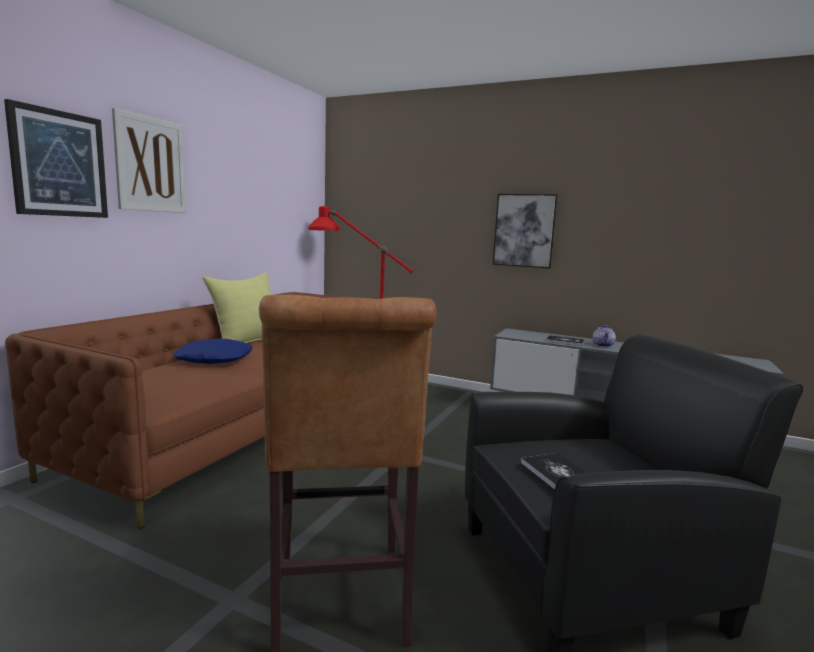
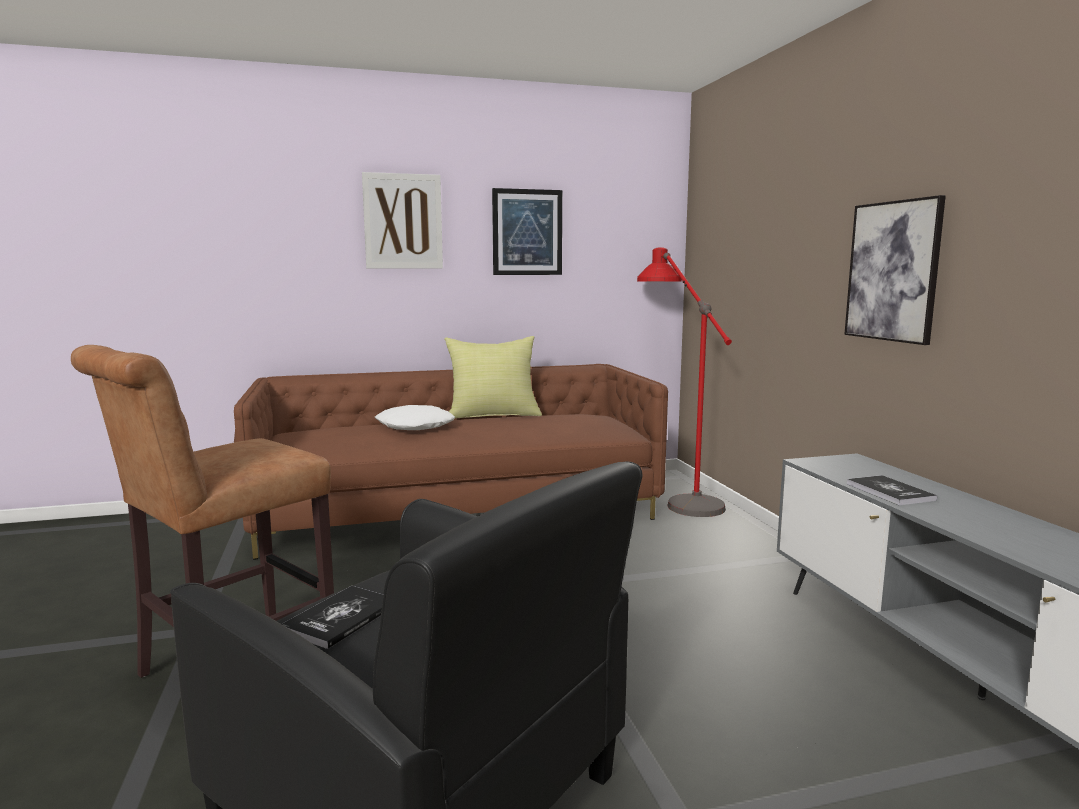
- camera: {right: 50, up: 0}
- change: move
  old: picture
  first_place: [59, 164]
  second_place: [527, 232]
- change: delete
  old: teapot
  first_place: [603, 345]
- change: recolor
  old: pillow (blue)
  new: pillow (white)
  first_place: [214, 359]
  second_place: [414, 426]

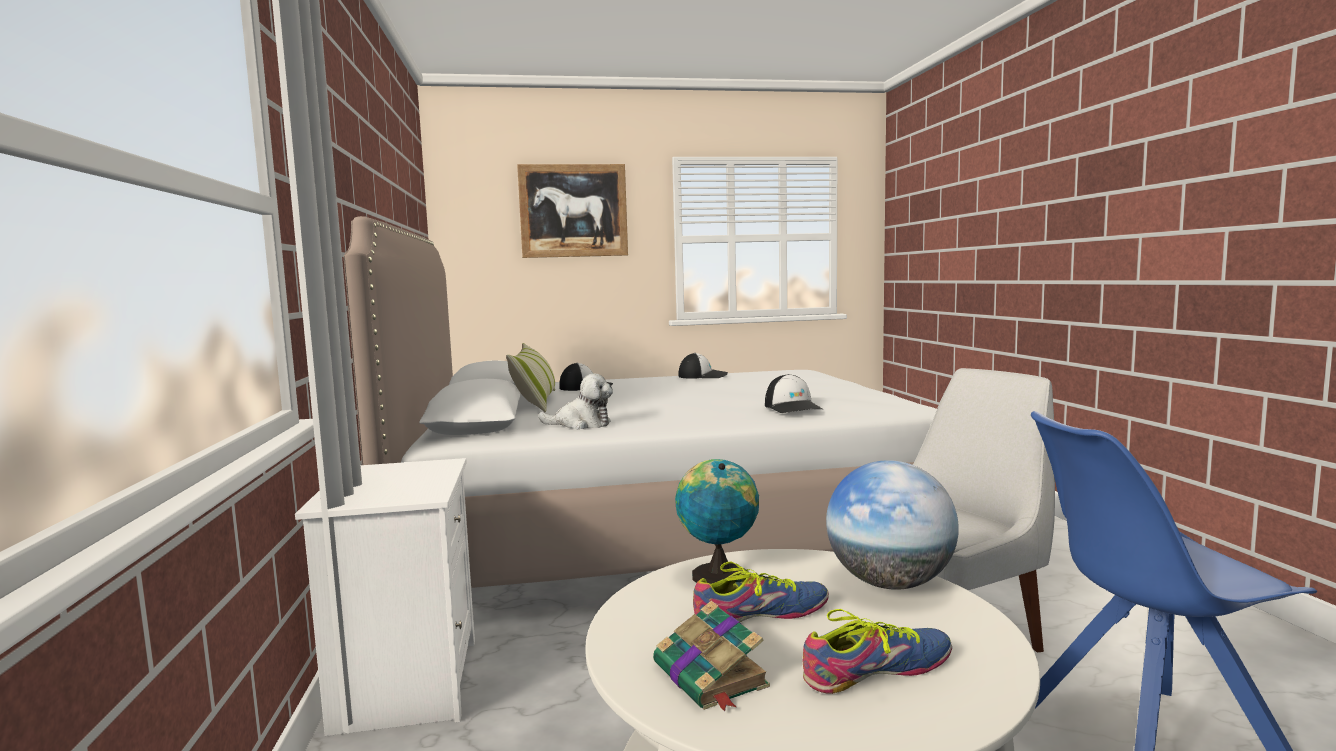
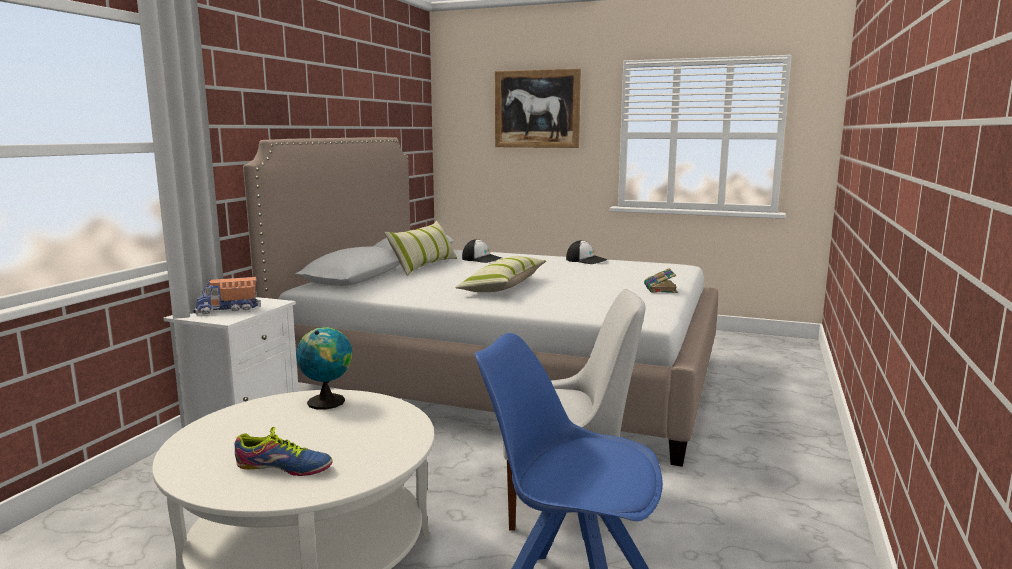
- camera: {right: 30, up: 5}
- change: delete
  old: plush toy
  first_place: [581, 424]
- change: delete
  old: cap
  first_place: [793, 407]
- change: delete
  old: globe
  first_place: [890, 583]
- change: delete
  old: shoe
  first_place: [760, 614]
- change: move
  old: book
  first_place: [711, 677]
  second_place: [660, 289]
- change: insert
  new: pillow
  second_place: [503, 286]
- change: insert
  new: toy truck
  second_place: [228, 310]

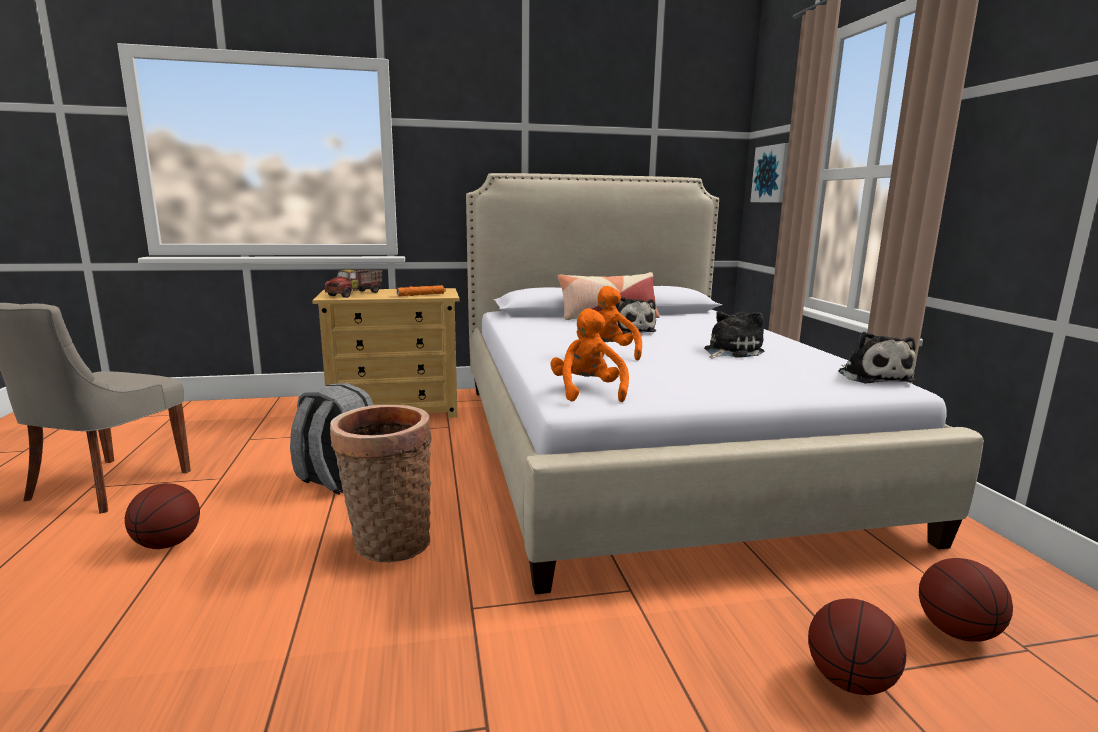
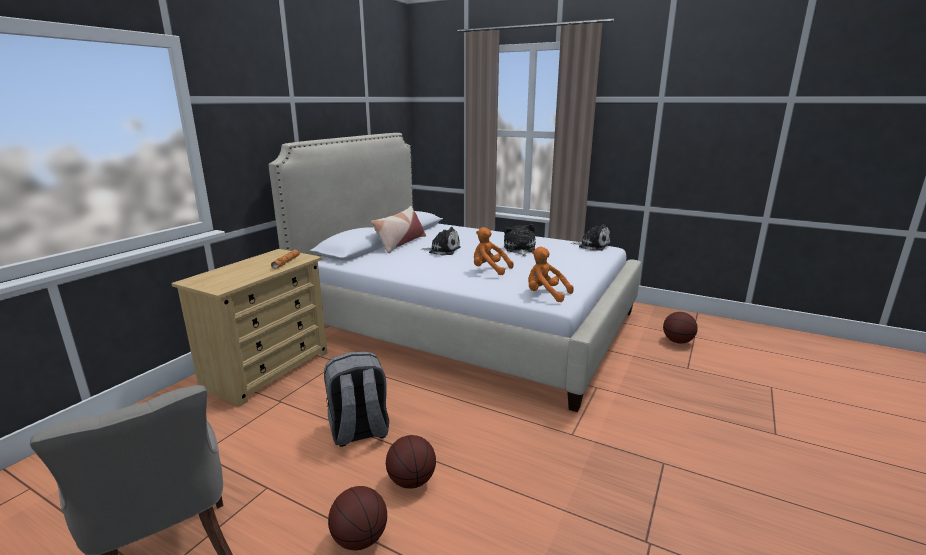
- camera: {right: -50, up: 5}
- change: delete
  old: picture
  first_place: [773, 174]
- change: delete
  old: toy truck
  first_place: [356, 294]
- change: delete
  old: basket
  first_place: [387, 542]
- change: move
  old: basketball
  first_place: [849, 682]
  second_place: [411, 481]

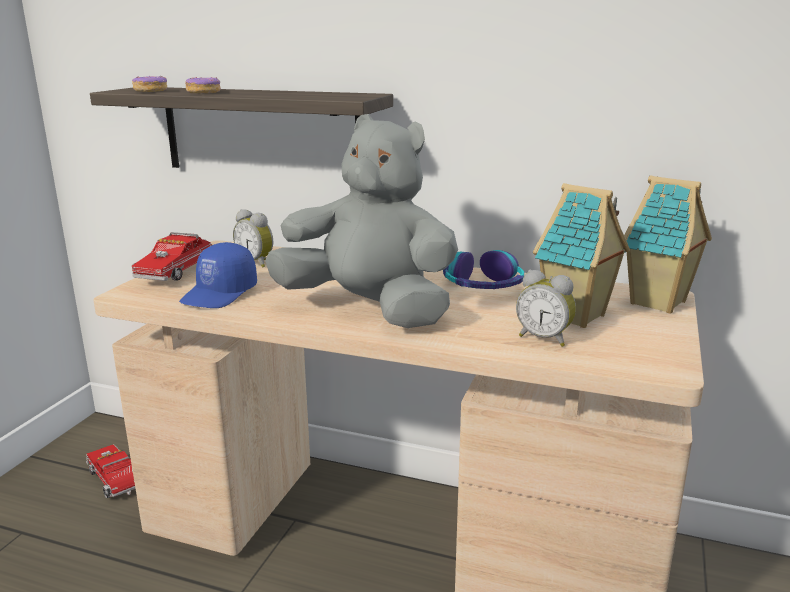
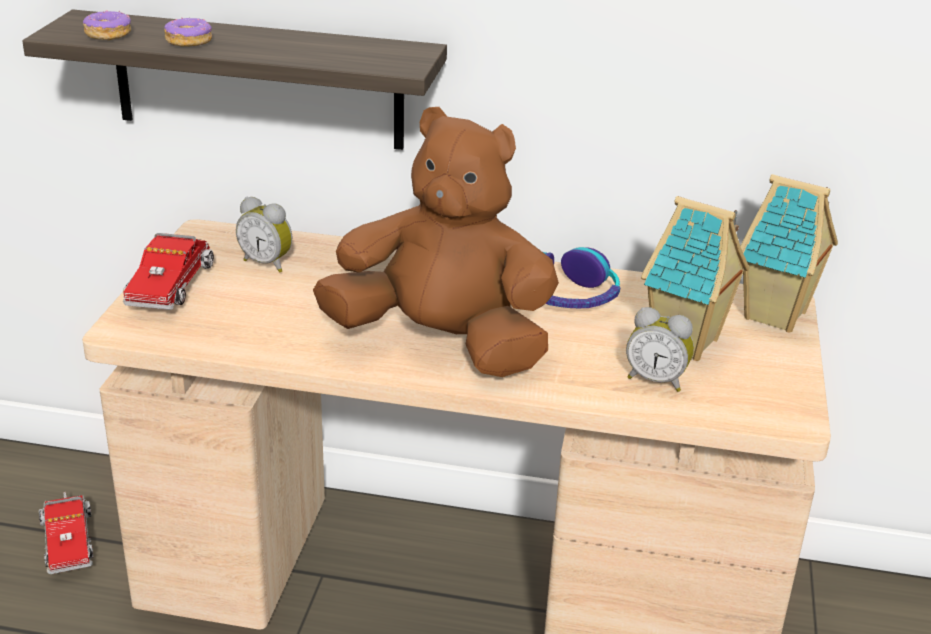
- camera: {right: -10, up: 10}
- change: recolor
  old: plush toy (grey)
  new: plush toy (brown)
  first_place: [369, 310]
  second_place: [442, 344]
- change: delete
  old: cap (blue)
  first_place: [220, 294]
- change: rotate
  old: toy truck
  first_place: [117, 482]
  second_place: [68, 541]
  degrees: -150

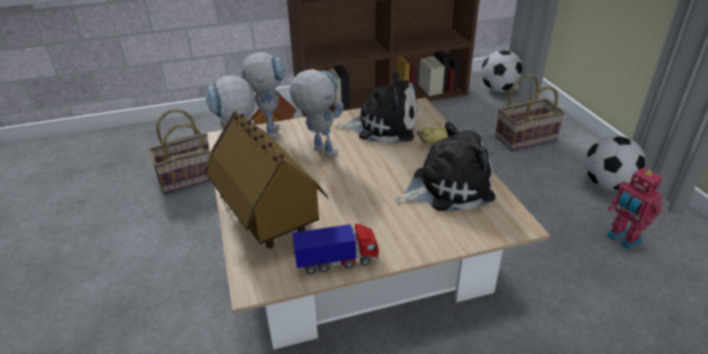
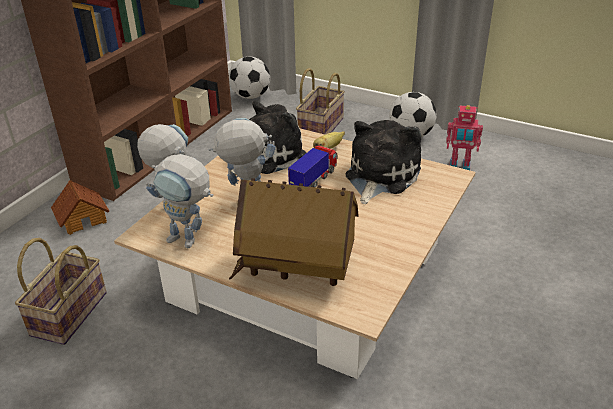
- camera: {right: -45, up: 0}
- change: move
  old: toy truck
  first_place: [337, 262]
  second_place: [314, 179]

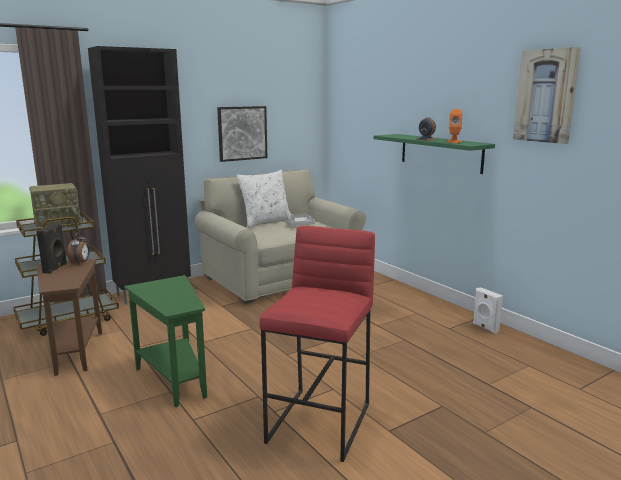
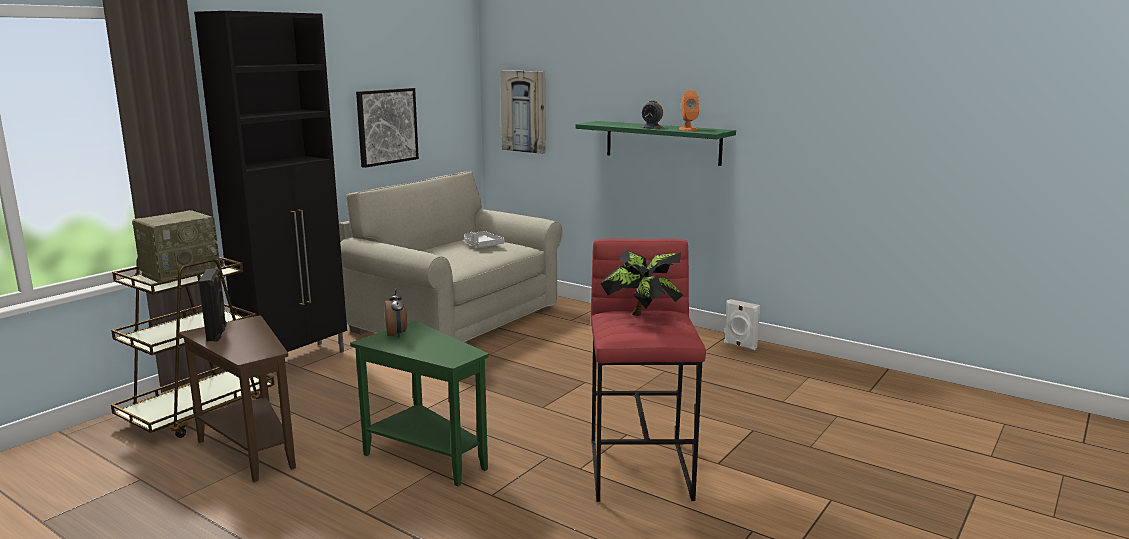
- camera: {right: -20, up: 0}
- change: move
  old: picture
  first_place: [546, 96]
  second_place: [524, 111]
- change: delete
  old: pillow (white)
  first_place: [265, 222]
- change: move
  old: alarm clock
  first_place: [80, 263]
  second_place: [397, 334]
- change: insert
  new: potted plant
  second_place: [642, 317]

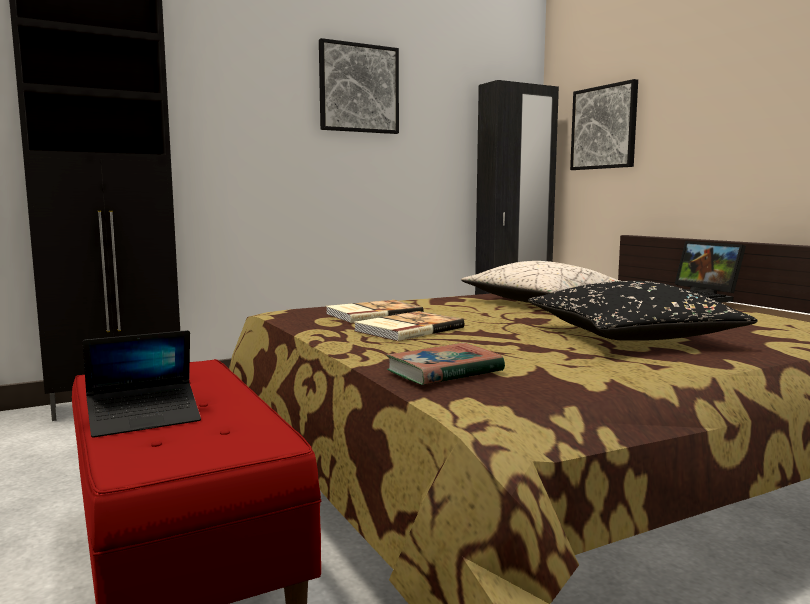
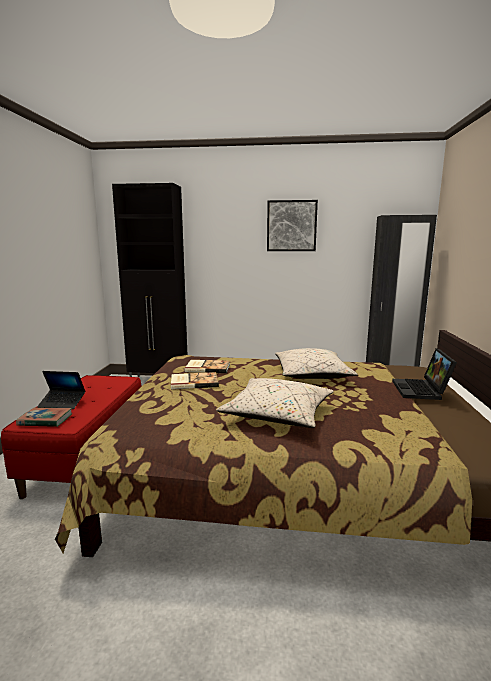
- camera: {right: 35, up: 5}
- change: delete
  old: picture
  first_place: [604, 127]
- change: recolor
  old: pillow (black)
  new: pillow (beige)
  first_place: [632, 337]
  second_place: [277, 414]
- change: move
  old: book
  first_place: [444, 371]
  second_place: [45, 420]

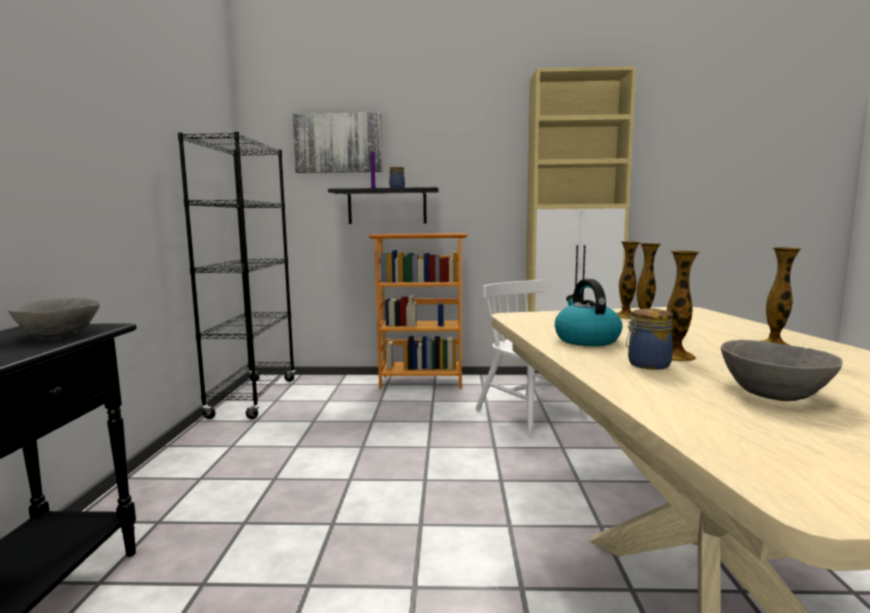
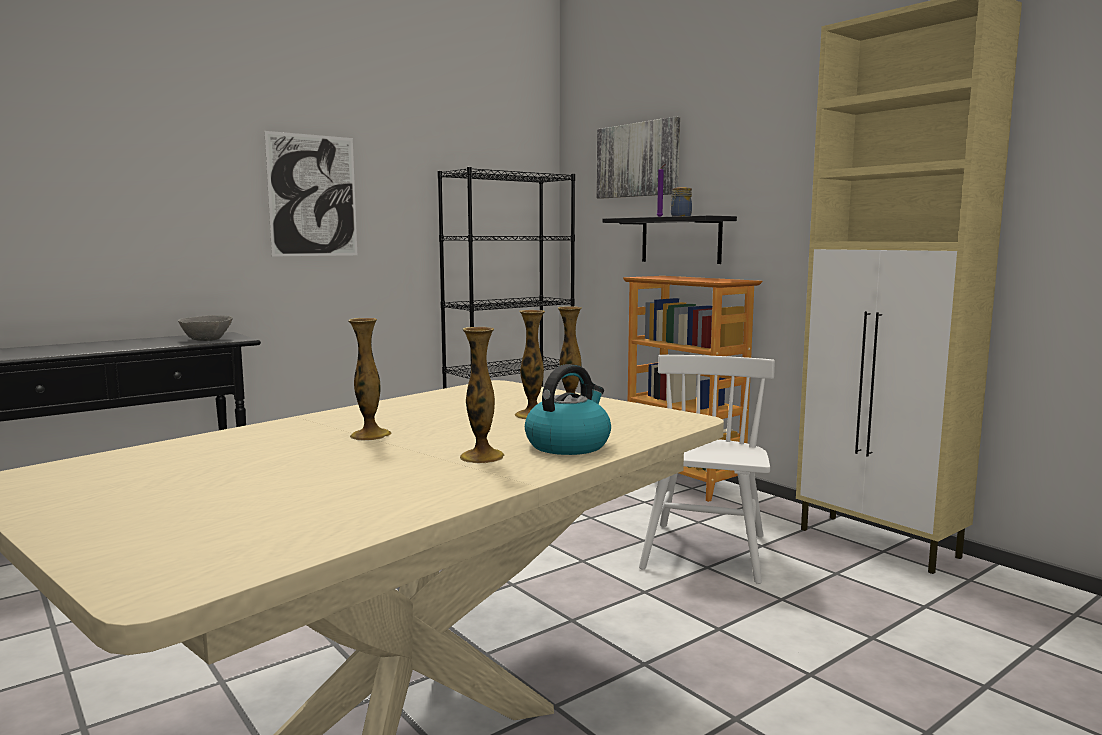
- camera: {right: 50, up: 0}
- change: move
  old: kettle
  first_place: [586, 340]
  second_place: [568, 445]
- change: delete
  old: jar
  first_place: [647, 365]
- change: delete
  old: bowl (grey)
  first_place: [775, 394]
- change: insert
  new: picture
  second_place: [313, 196]

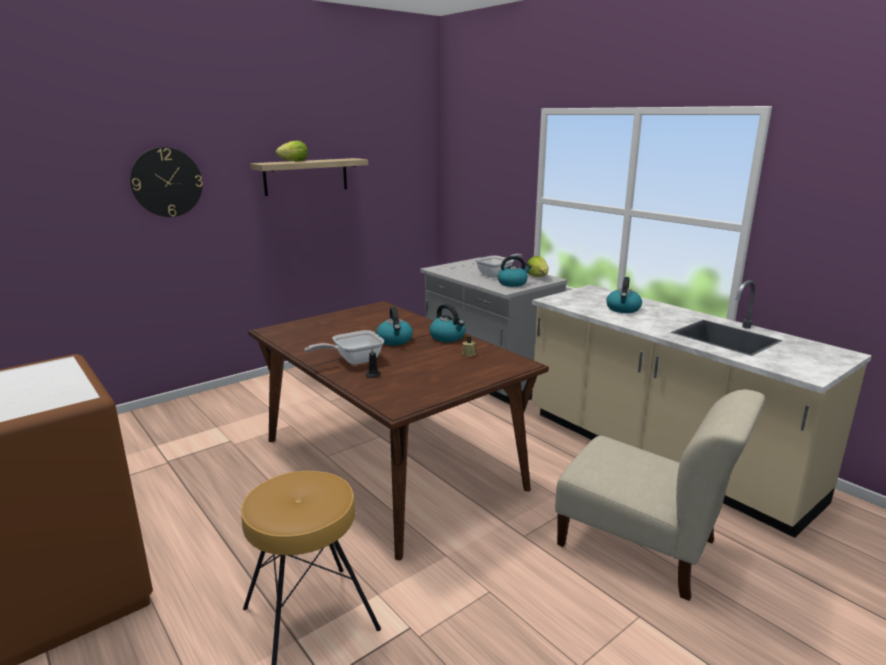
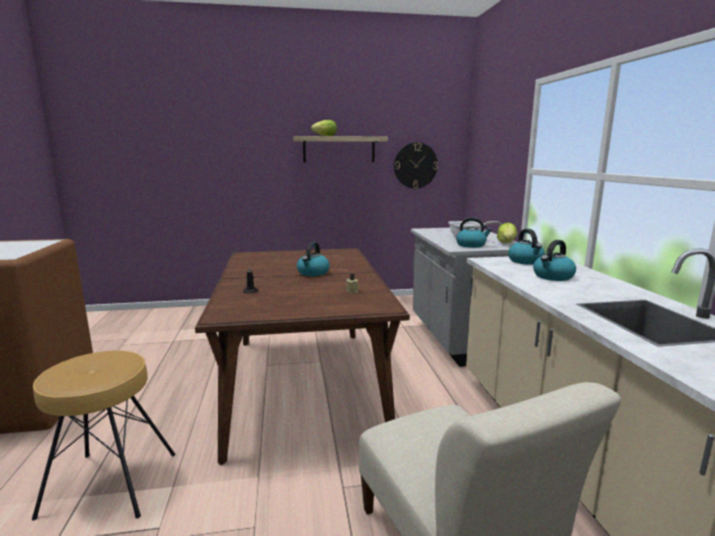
- camera: {right: 30, up: -5}
- change: move
  old: wall clock
  first_place: [167, 182]
  second_place: [415, 165]
- change: move
  old: kettle
  first_place: [448, 337]
  second_place: [526, 261]
- change: delete
  old: frying pan
  first_place: [353, 361]

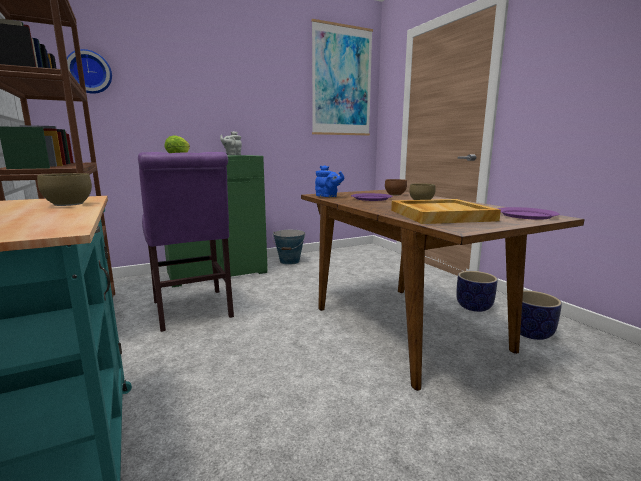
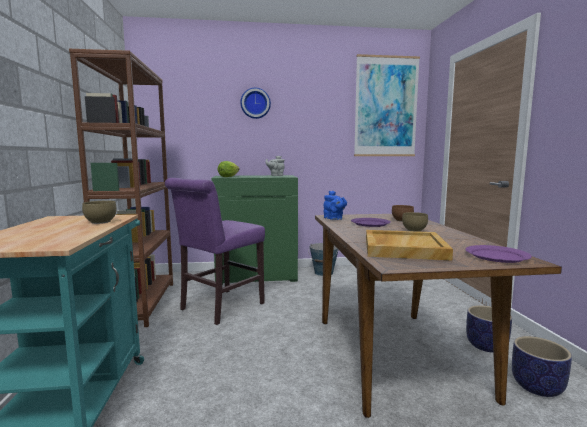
- camera: {right: 20, up: -5}
- change: move
  old: wall clock
  first_place: [89, 72]
  second_place: [255, 103]
- change: rotate
  old: chair (purple)
  first_place: [193, 311]
  second_place: [219, 308]
  degrees: 45

